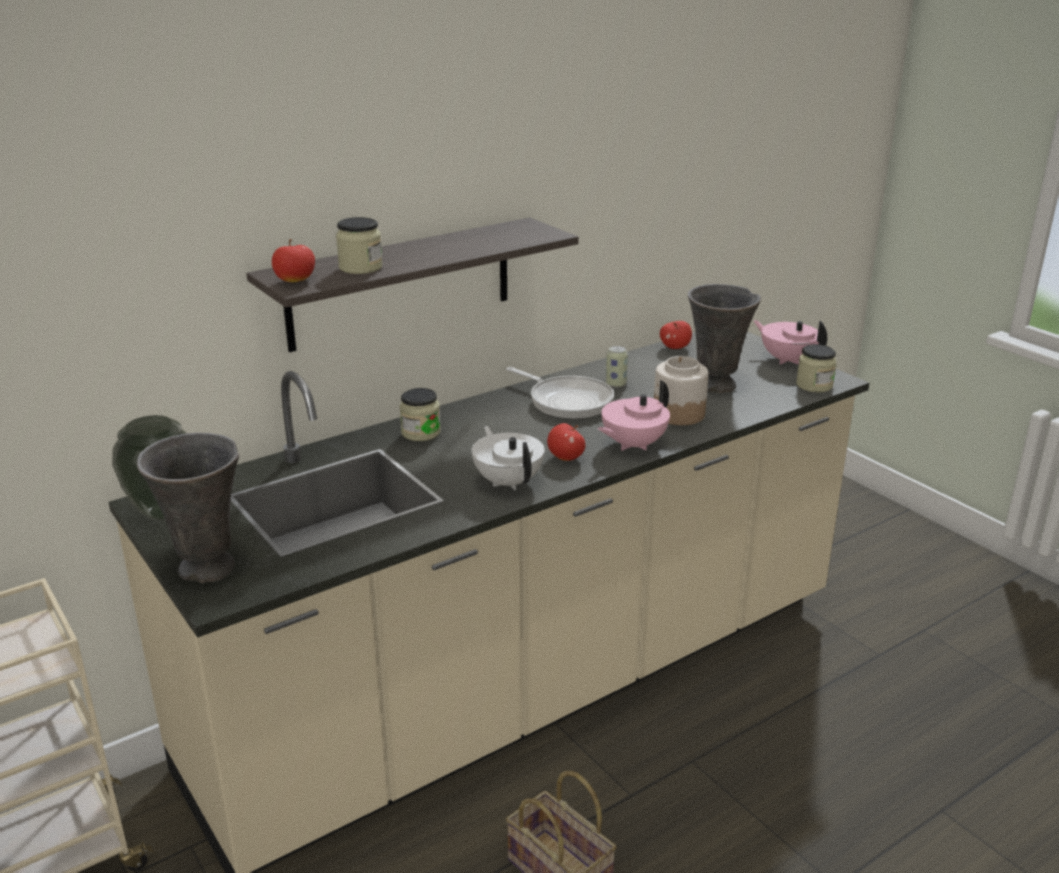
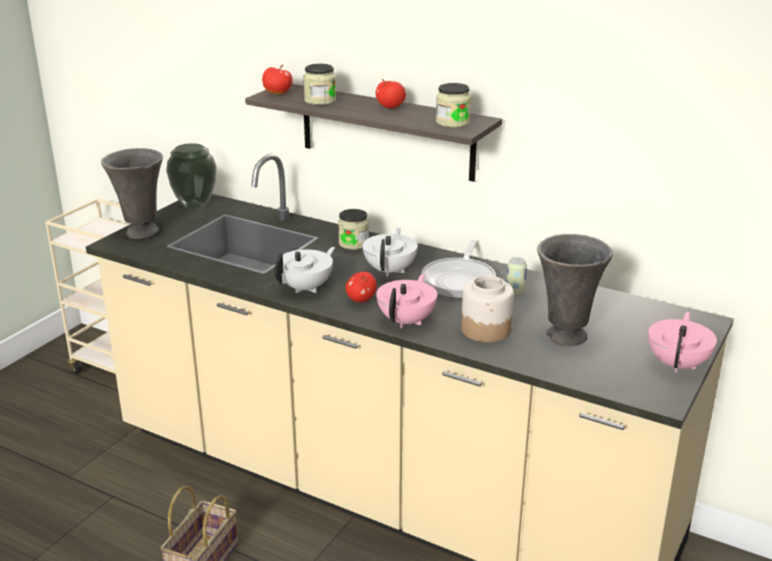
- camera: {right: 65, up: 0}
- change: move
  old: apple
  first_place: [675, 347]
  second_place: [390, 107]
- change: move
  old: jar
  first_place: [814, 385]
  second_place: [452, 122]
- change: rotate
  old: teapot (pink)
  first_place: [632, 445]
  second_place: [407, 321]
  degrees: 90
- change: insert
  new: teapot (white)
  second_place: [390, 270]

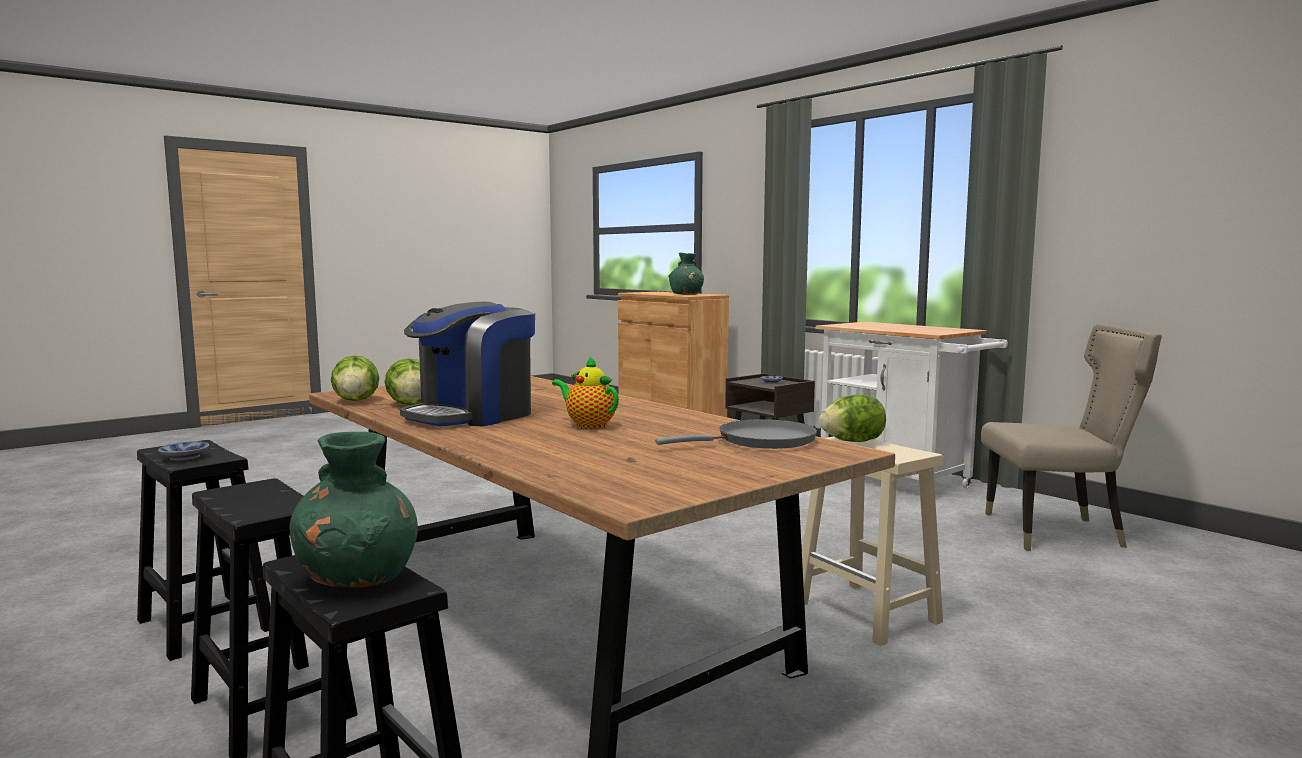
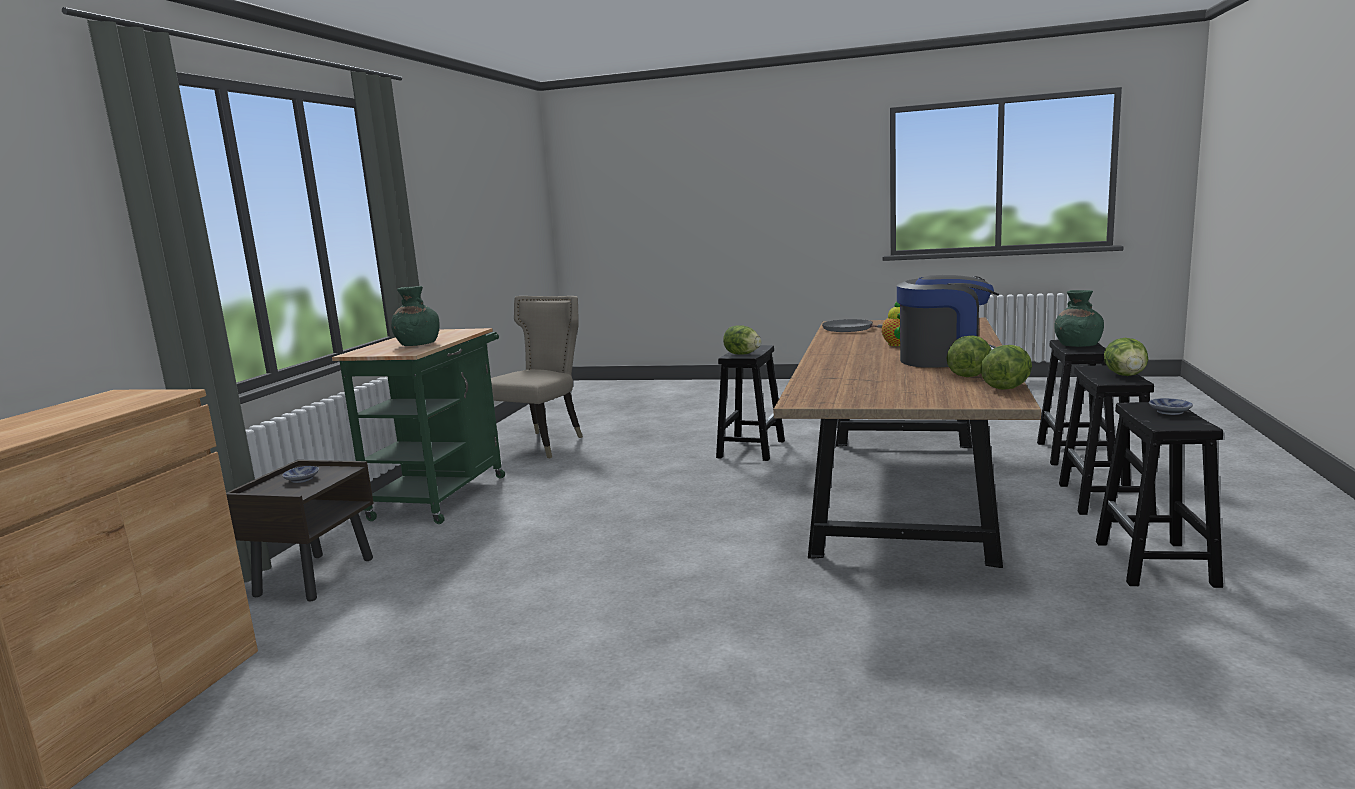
- camera: {right: -125, up: 5}
- change: move
  old: vase (green)
  first_place: [686, 294]
  second_place: [417, 344]
- change: recolor
  old: cart (white)
  new: cart (green)
  first_place: [901, 483]
  second_place: [444, 494]
- change: rotate
  old: chair (beige)
  first_place: [1059, 532]
  second_place: [541, 443]
  degrees: 60
- change: recolor
  old: stool (beige)
  new: stool (black)
  first_place: [868, 613]
  second_place: [751, 449]
- change: insert
  new: lettuce
  second_place: [1125, 375]

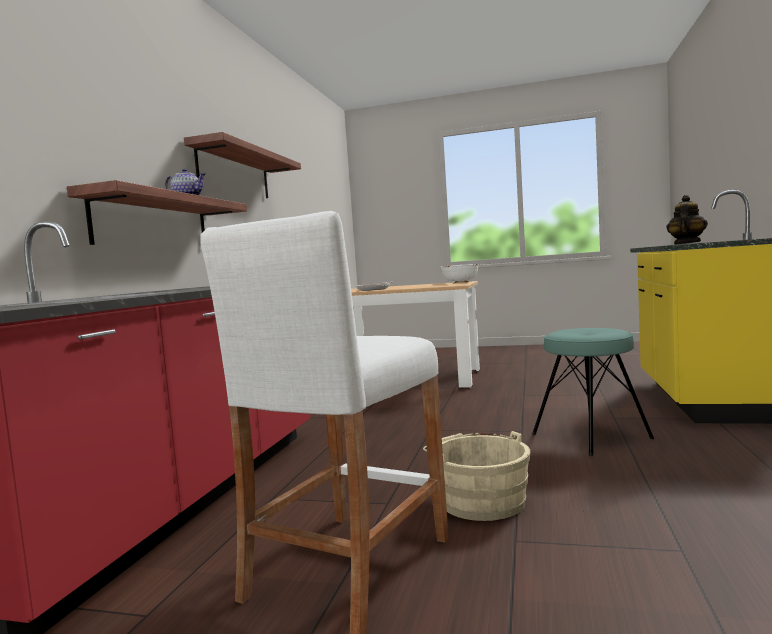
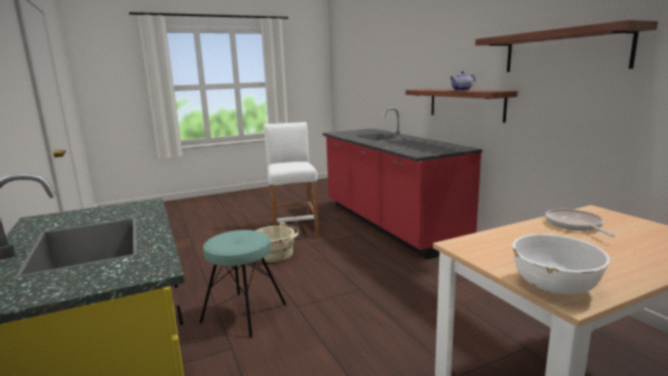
- camera: {right: 140, up: 10}
- change: delete
  old: teapot
  first_place: [686, 243]

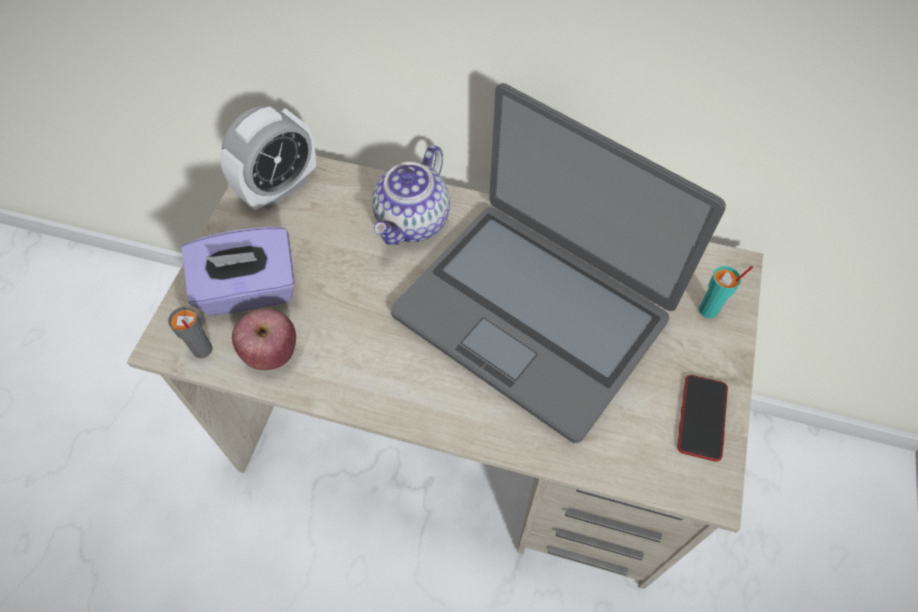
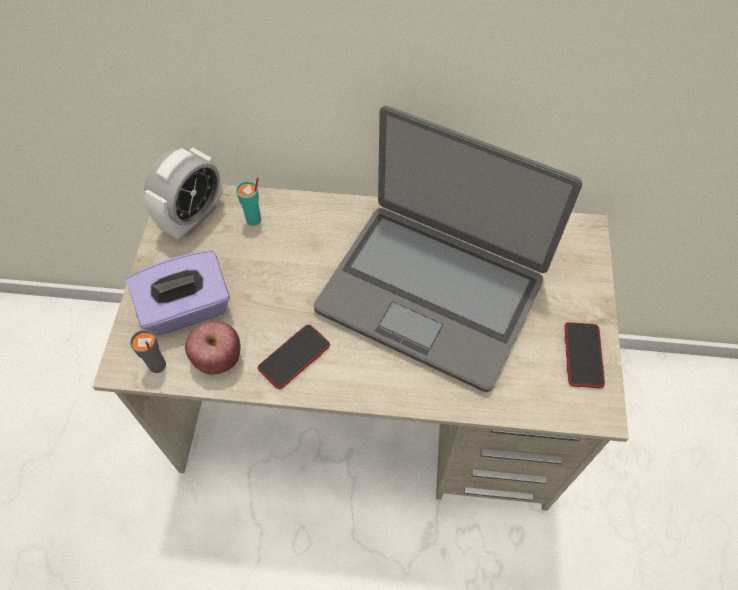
- camera: {right: -10, up: 0}
- change: delete
  old: teapot
  first_place: [413, 222]
- change: move
  old: cup (turquoise)
  first_place: [709, 310]
  second_place: [254, 220]
- change: insert
  new: phone
  second_place: [294, 357]

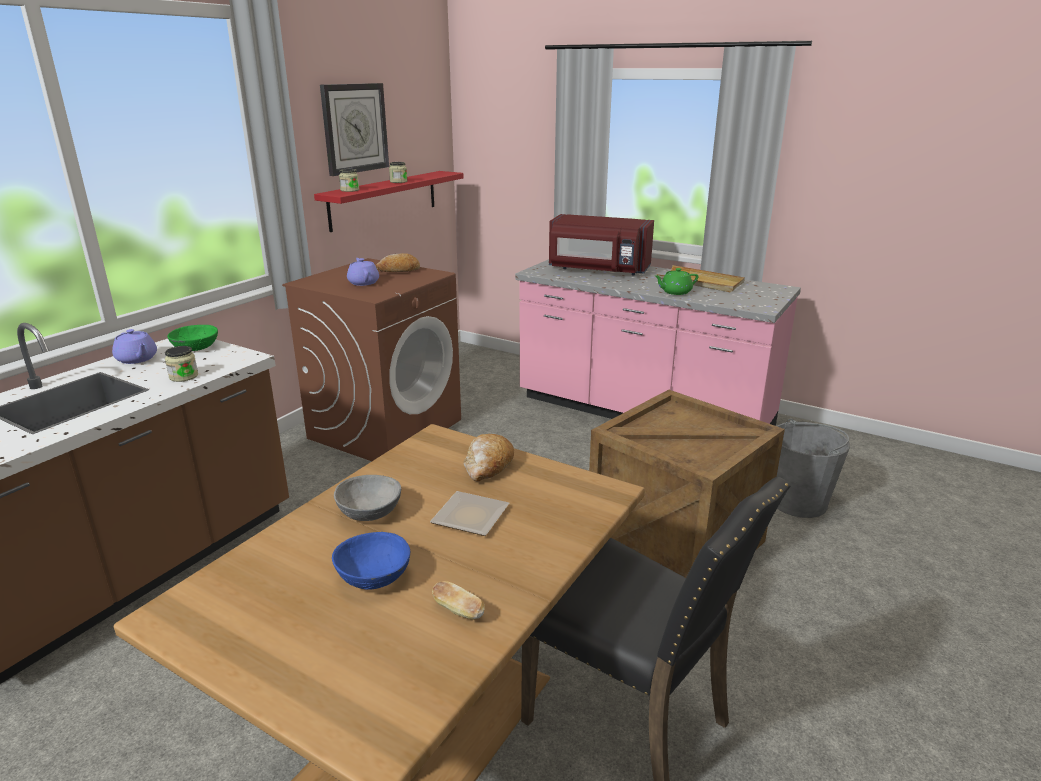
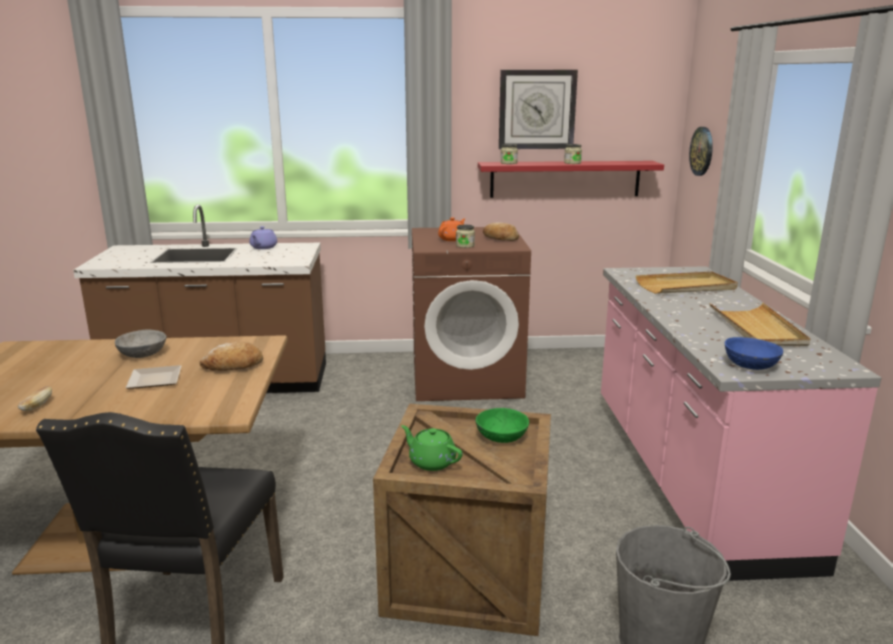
- camera: {right: 55, up: -5}
- change: replace
  old: microwave (red)
  new: tray (beige)
  first_place: [597, 270]
  second_place: [686, 287]
- change: recolor
  old: teapot (purple)
  new: teapot (orange)
  first_place: [363, 282]
  second_place: [452, 239]
- change: move
  old: teapot (green)
  first_place: [675, 292]
  second_place: [431, 462]
- change: move
  old: bowl (green)
  first_place: [195, 348]
  second_place: [501, 436]
- change: move
  old: jar
  first_place: [183, 376]
  second_place: [465, 245]
- change: move
  old: bowl (blue)
  first_place: [373, 577]
  second_place: [750, 365]
- change: insert
  new: wall clock
  second_place: [702, 151]

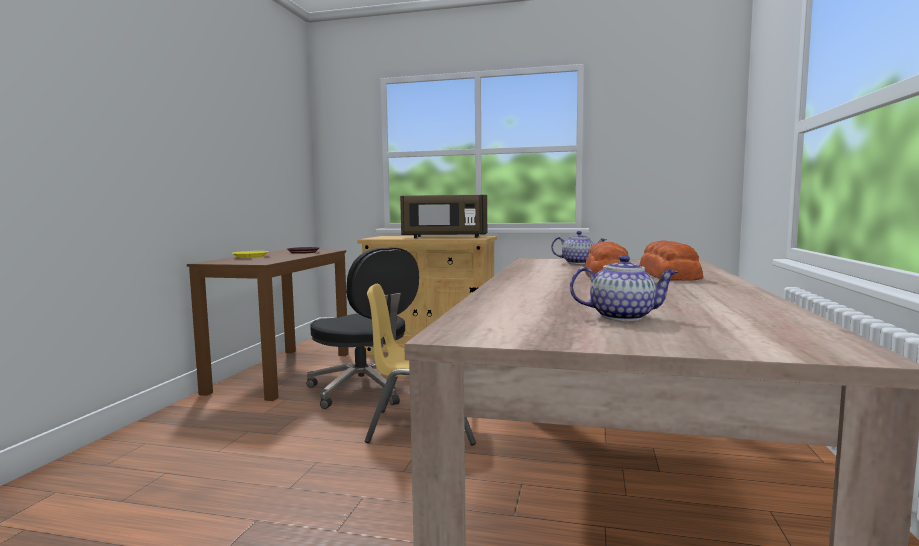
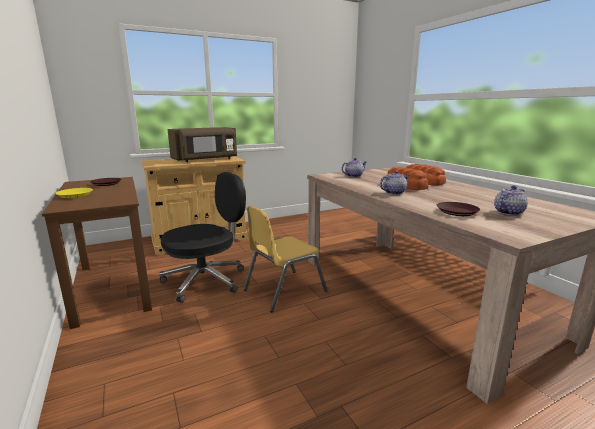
- camera: {right: -40, up: 10}
- change: rotate
  old: office chair (black)
  first_place: [364, 390]
  second_place: [206, 280]
  degrees: -45
- change: insert
  new: teapot
  second_place: [393, 192]
- change: insert
  new: plate (brown)
  second_place: [457, 212]

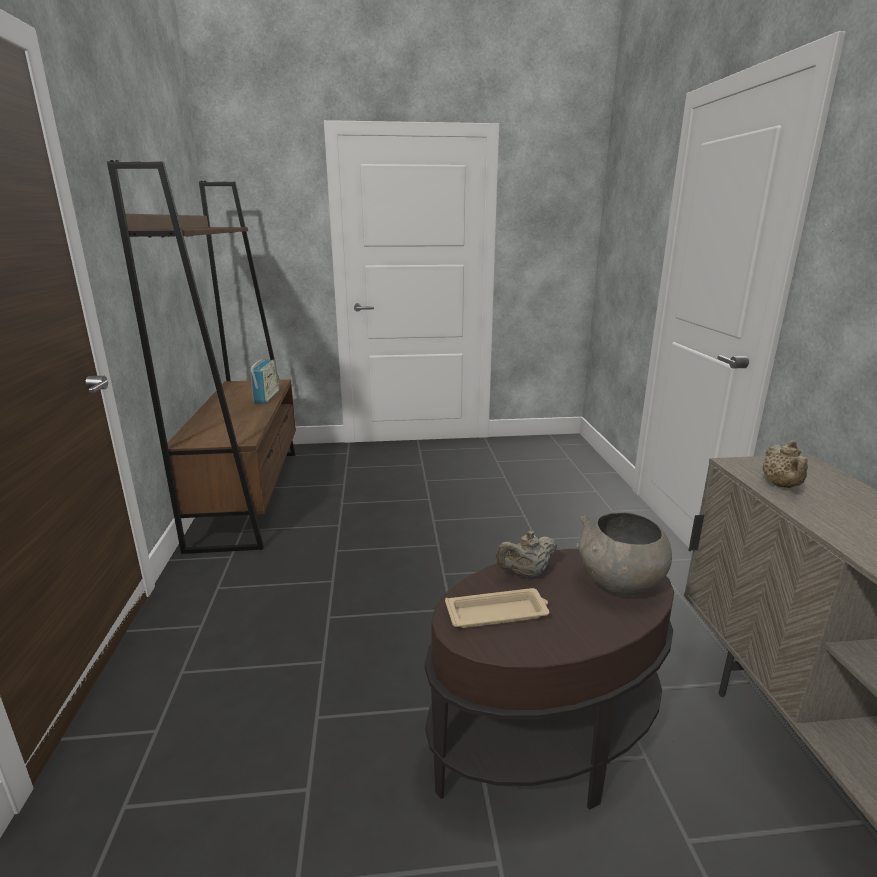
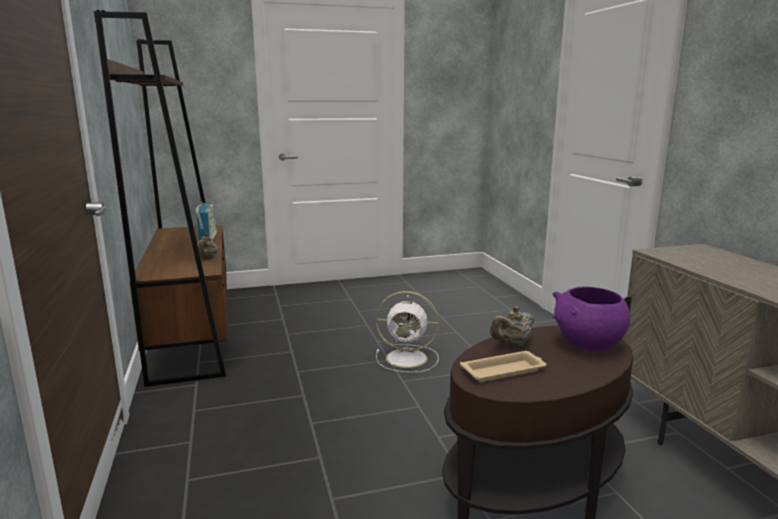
- camera: {right: -10, up: -5}
- change: move
  old: teapot (beige)
  first_place: [781, 486]
  second_place: [207, 259]
- change: recolor
  old: bowl (grey)
  new: bowl (purple)
  first_place: [619, 584]
  second_place: [588, 345]
- change: insert
  new: fan (white)
  second_place: [408, 358]

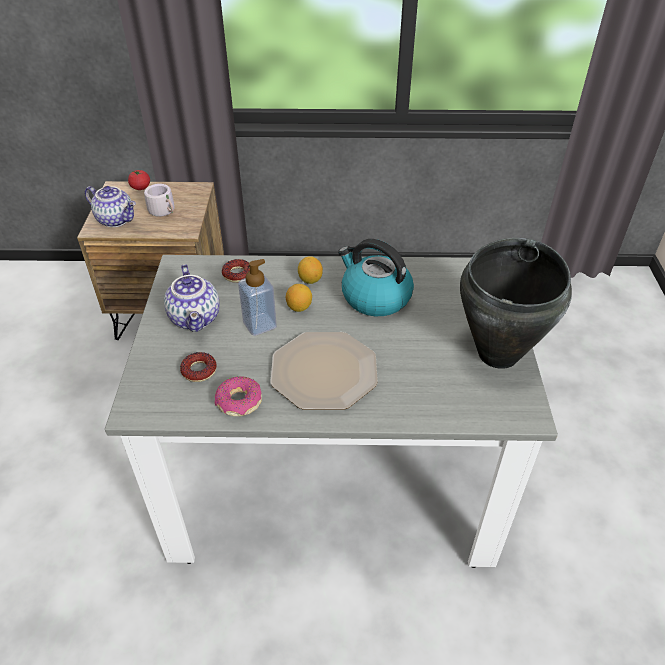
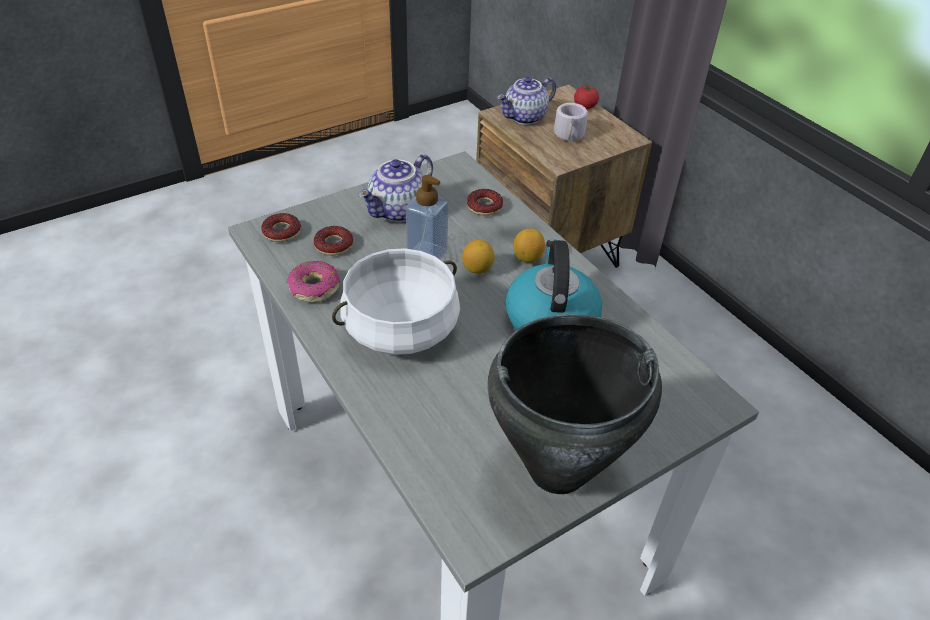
- camera: {right: 55, up: 0}
- change: rotate
  old: teapot
  first_place: [116, 219]
  second_place: [525, 118]
  degrees: 60
- change: replace
  old: plate
  new: cooking pot (white)
  first_place: [323, 371]
  second_place: [400, 327]
- change: insert
  new: donut
  second_place: [282, 232]

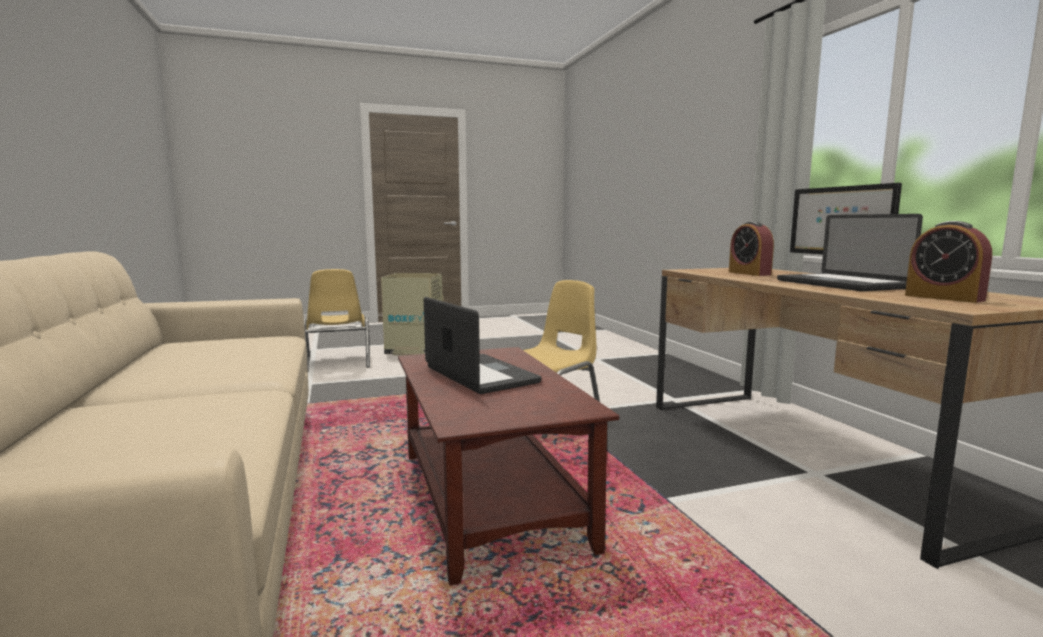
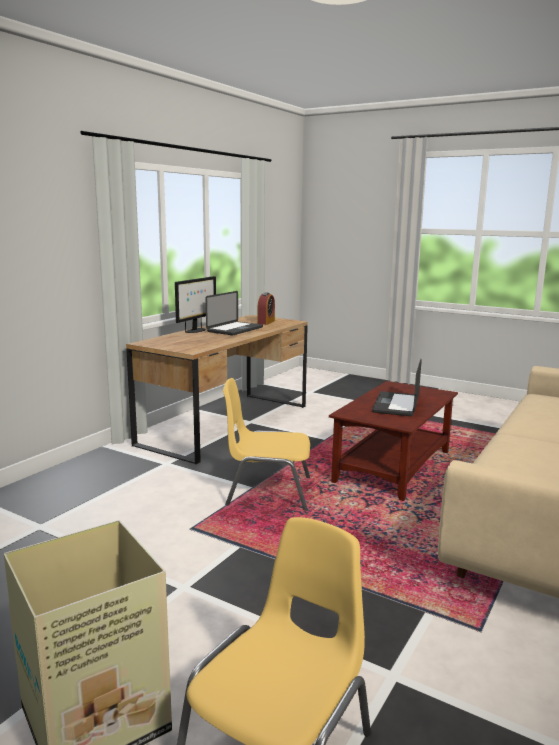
- camera: {right: -130, up: 5}
- change: delete
  old: alarm clock
  first_place: [749, 273]

